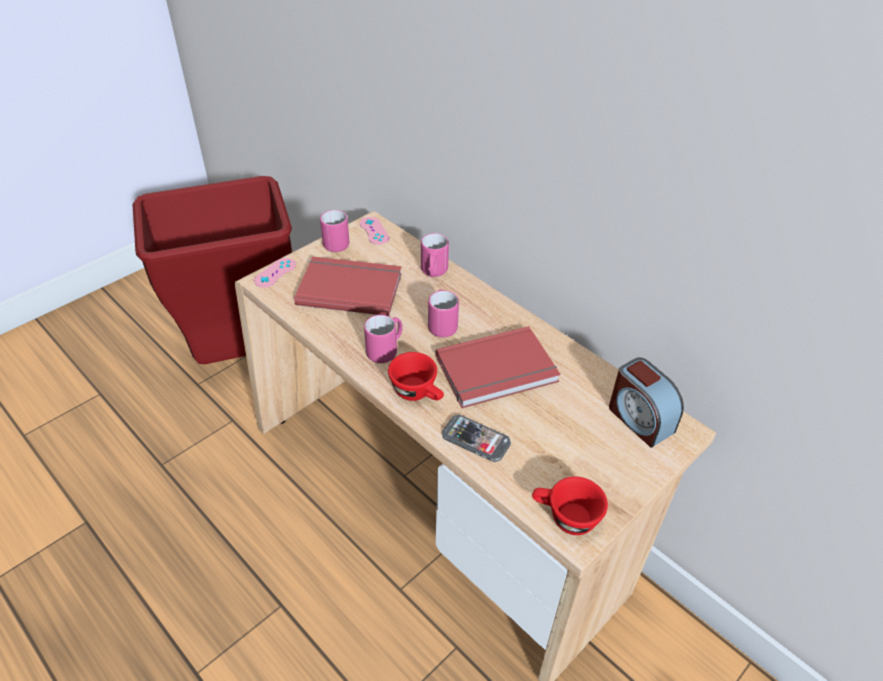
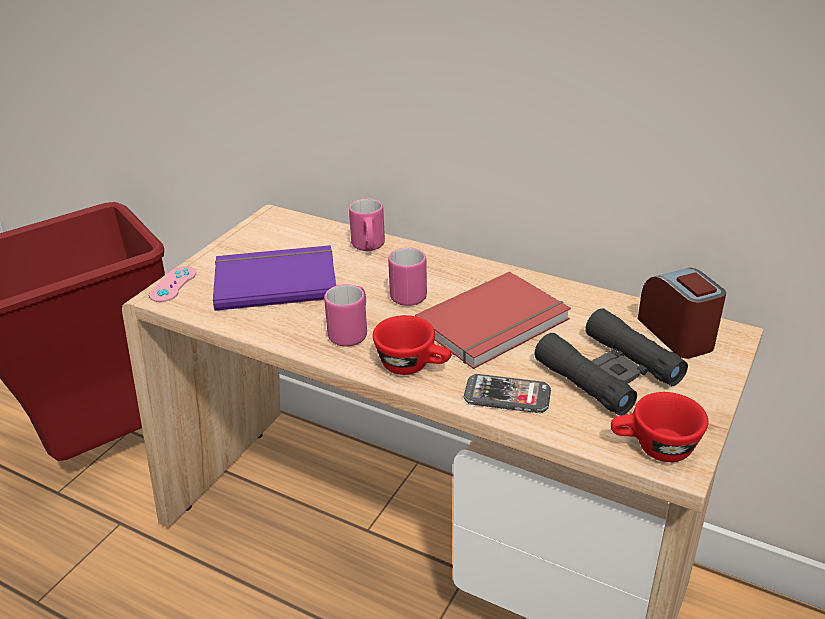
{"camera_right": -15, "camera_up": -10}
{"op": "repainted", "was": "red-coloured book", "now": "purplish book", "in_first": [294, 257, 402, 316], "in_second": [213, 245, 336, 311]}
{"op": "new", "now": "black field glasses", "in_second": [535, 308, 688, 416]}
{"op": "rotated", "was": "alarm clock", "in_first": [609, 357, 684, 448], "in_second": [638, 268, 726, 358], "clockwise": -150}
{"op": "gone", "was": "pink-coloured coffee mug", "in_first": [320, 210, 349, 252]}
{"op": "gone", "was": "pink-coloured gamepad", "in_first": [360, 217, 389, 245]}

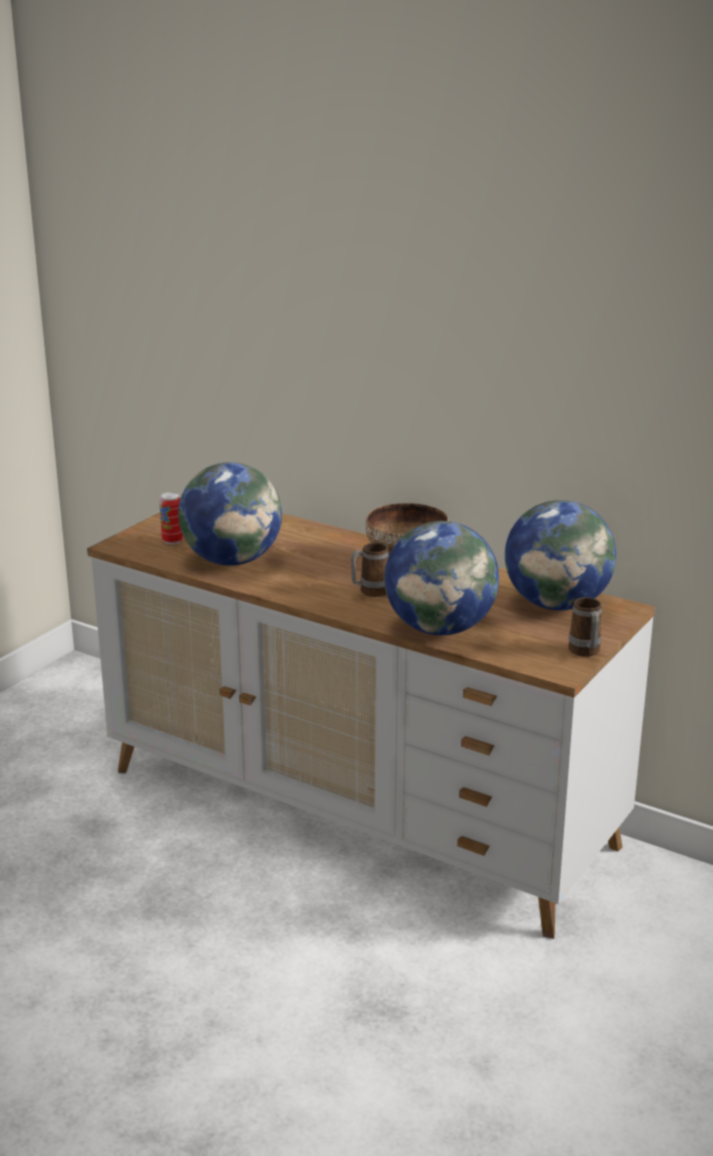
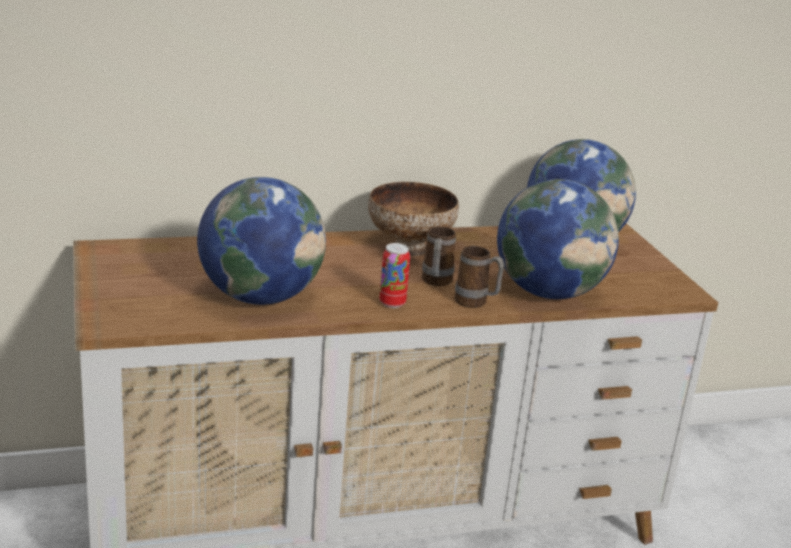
{"camera_right": -50, "camera_up": 0}
{"op": "shifted", "was": "metal can", "in_first": [160, 492, 183, 544], "in_second": [379, 243, 410, 308]}
{"op": "shifted", "was": "coffee mug", "in_first": [569, 597, 602, 657], "in_second": [454, 246, 504, 308]}

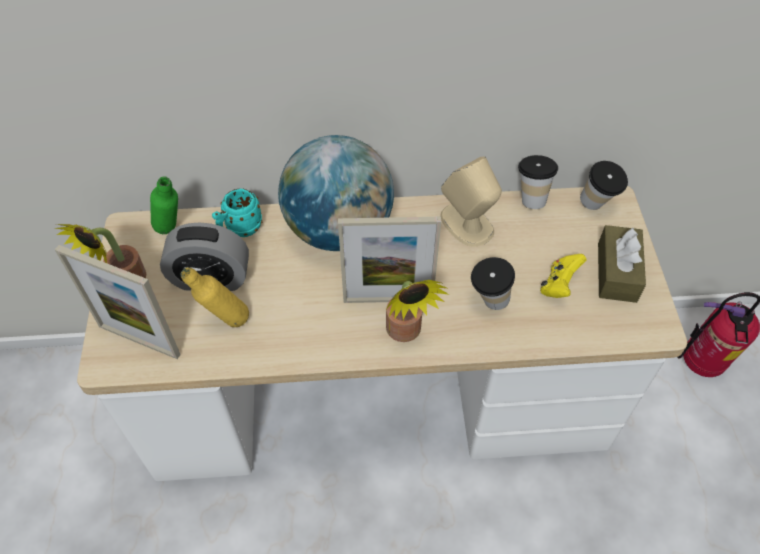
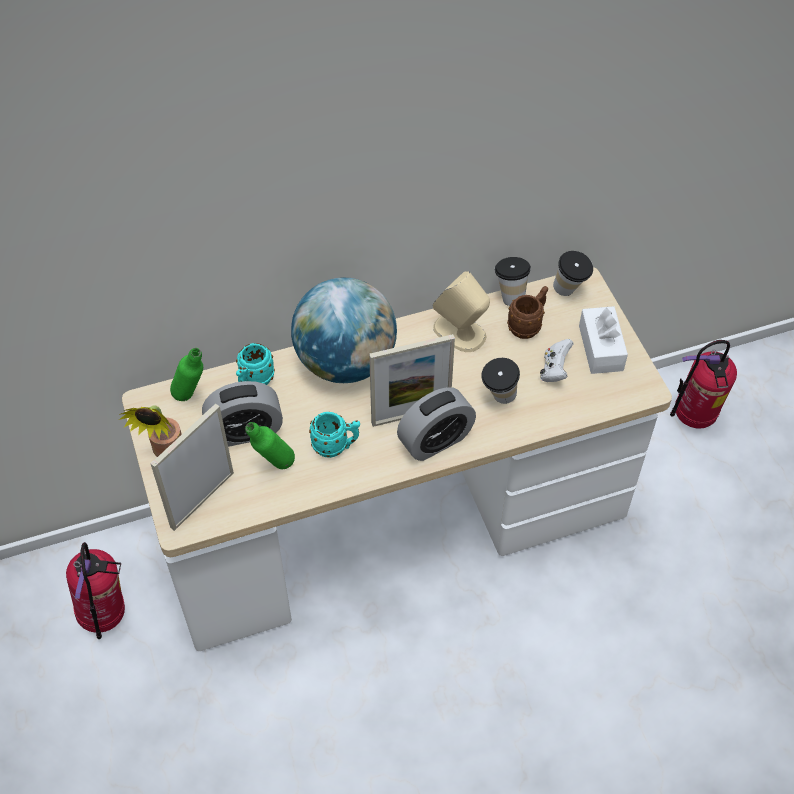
{"camera_right": -15, "camera_up": 0}
{"op": "new", "now": "fire extinguisher", "in_second": [66, 542, 125, 639]}
{"op": "rotated", "was": "standing frame", "in_first": [55, 245, 181, 359], "in_second": [150, 404, 234, 531], "clockwise": 120}
{"op": "repainted", "was": "yellow-coloured beverage bottle", "now": "green-coloured beverage bottle", "in_first": [181, 267, 249, 327], "in_second": [245, 422, 295, 469]}
{"op": "new", "now": "blue-green coffee mug", "in_second": [309, 412, 360, 458]}
{"op": "swapped", "was": "houseplant", "now": "alarm clock", "in_first": [386, 280, 449, 342], "in_second": [397, 387, 476, 461]}
{"op": "new", "now": "brown-coloured coffee mug", "in_second": [507, 286, 548, 339]}
{"op": "repainted", "was": "yellow-coloured gamepad", "now": "white gamepad", "in_first": [540, 254, 586, 298], "in_second": [540, 339, 574, 382]}
{"op": "repainted", "was": "brown-coloured box of tissues", "now": "white box of tissues", "in_first": [598, 225, 646, 303], "in_second": [579, 306, 628, 374]}

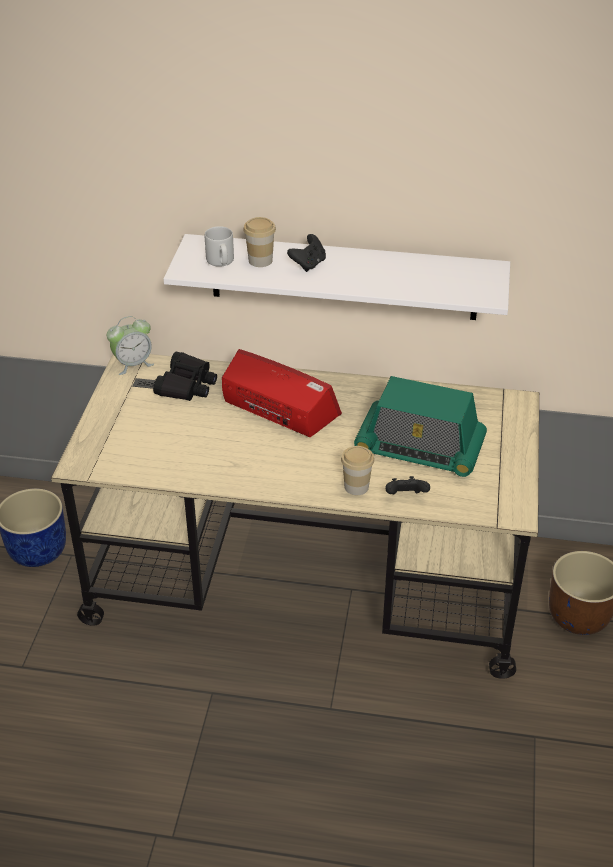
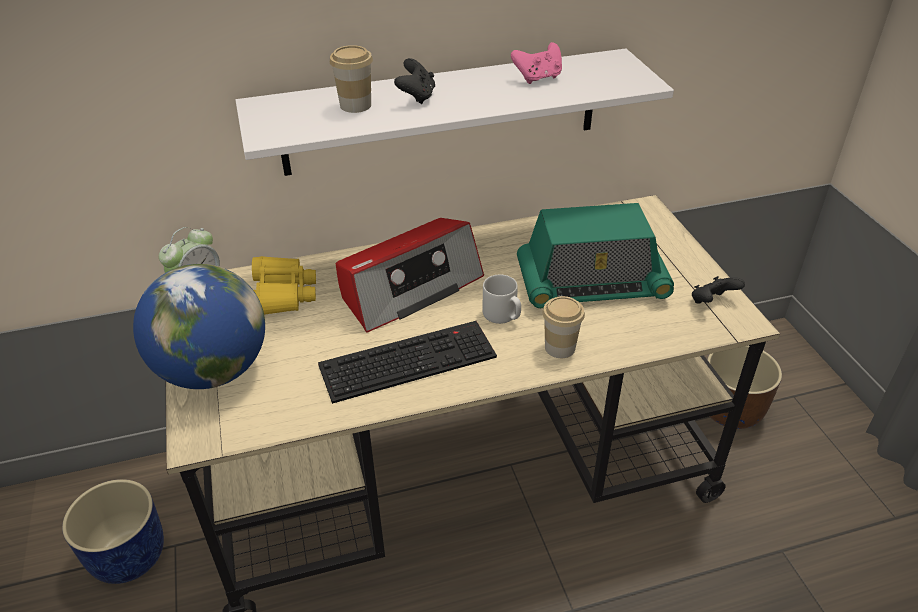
{"camera_right": -25, "camera_up": 0}
{"op": "new", "now": "globe", "in_second": [133, 264, 265, 389]}
{"op": "repainted", "was": "black field glasses", "now": "yellow-coloured field glasses", "in_first": [153, 351, 217, 401], "in_second": [252, 256, 316, 315]}
{"op": "new", "now": "computer keyboard", "in_second": [318, 321, 497, 404]}
{"op": "rotated", "was": "radio set", "in_first": [222, 349, 342, 437], "in_second": [336, 218, 484, 332], "clockwise": 135}
{"op": "shifted", "was": "greyish coffee mug", "in_first": [205, 226, 234, 267], "in_second": [483, 274, 521, 324]}
{"op": "new", "now": "pink-coloured gamepad", "in_second": [511, 42, 562, 84]}
{"op": "shifted", "was": "black gamepad", "in_first": [385, 476, 430, 494], "in_second": [692, 276, 745, 304]}

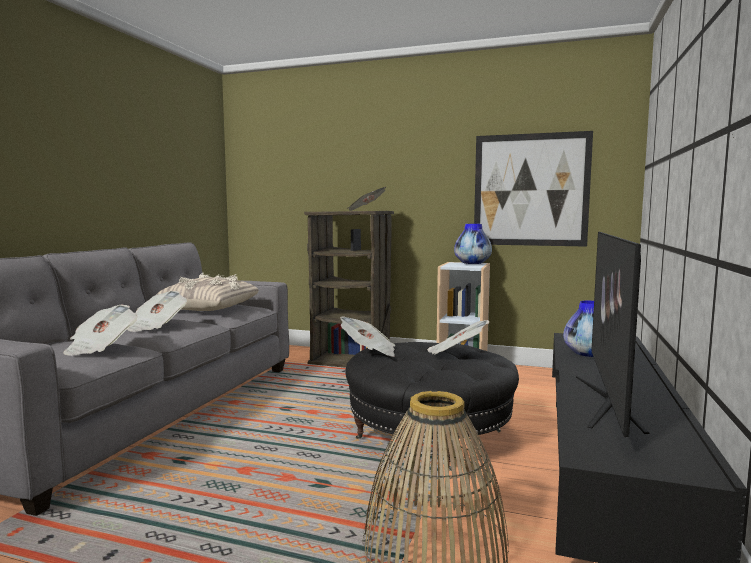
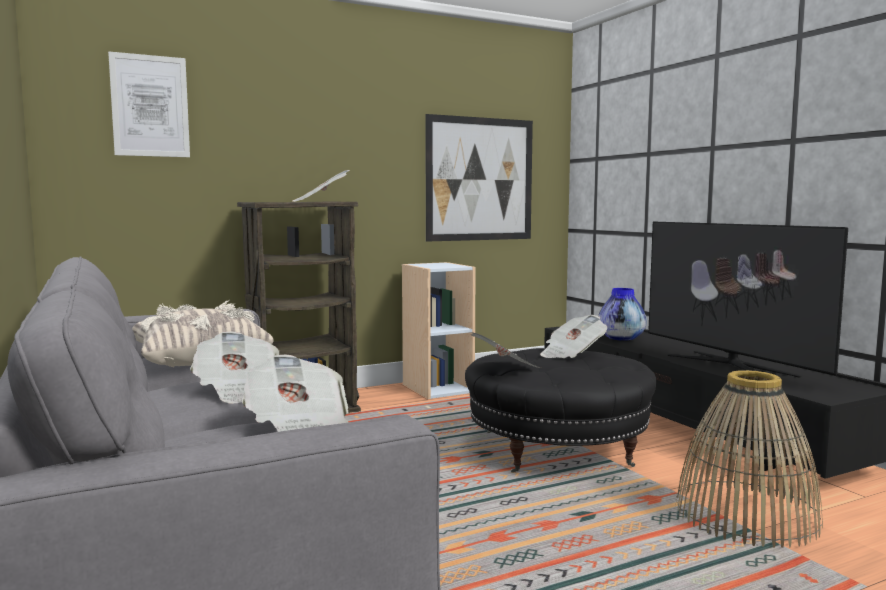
{"camera_right": -45, "camera_up": 0}
{"op": "new", "now": "wall art", "in_second": [108, 51, 190, 157]}
{"op": "gone", "was": "vase", "in_first": [454, 224, 492, 264]}

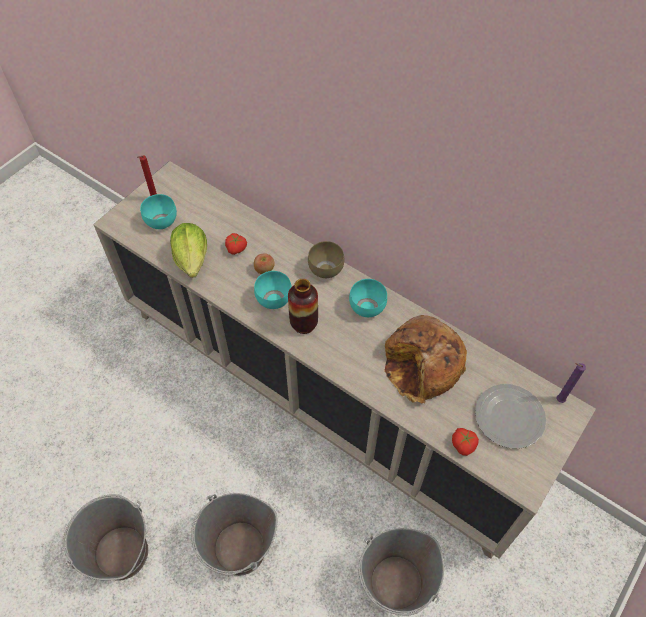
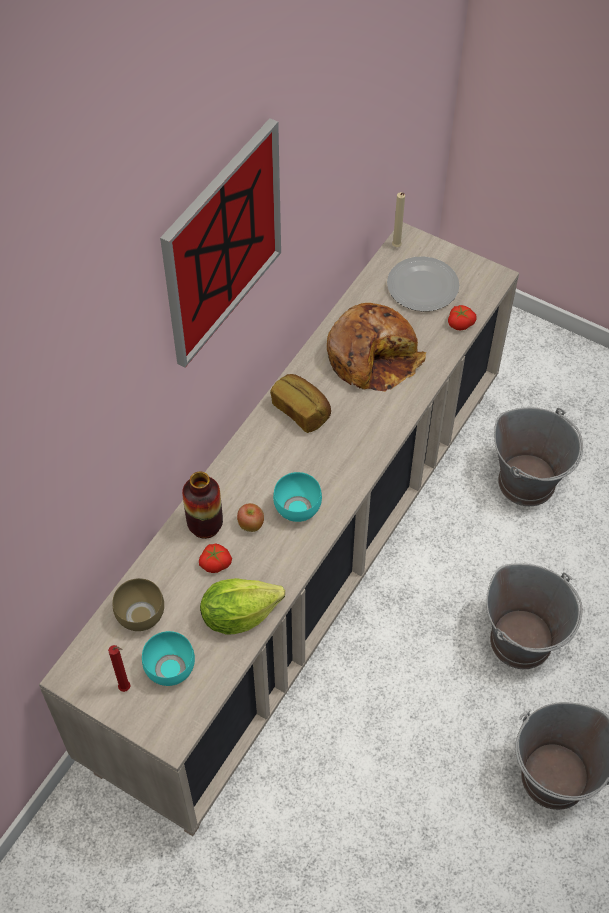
{"camera_right": -95, "camera_up": 0}
{"op": "shifted", "was": "brown-coloured serving bowl", "in_first": [308, 241, 344, 278], "in_second": [112, 578, 164, 631]}
{"op": "new", "now": "wall art", "in_second": [160, 118, 281, 367]}
{"op": "shifted", "was": "vase", "in_first": [288, 279, 318, 334], "in_second": [182, 472, 223, 539]}
{"op": "swapped", "was": "blue-green serving bowl", "now": "bread", "in_first": [349, 279, 387, 317], "in_second": [270, 374, 331, 433]}
{"op": "repainted", "was": "purplish candle", "now": "beige-coloured candle", "in_first": [557, 363, 586, 403], "in_second": [392, 192, 405, 247]}

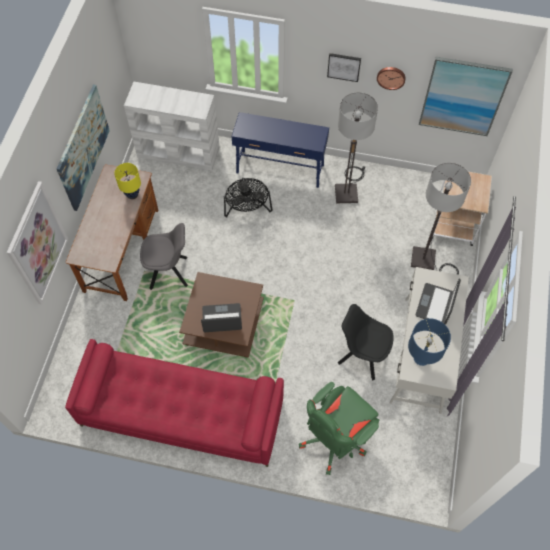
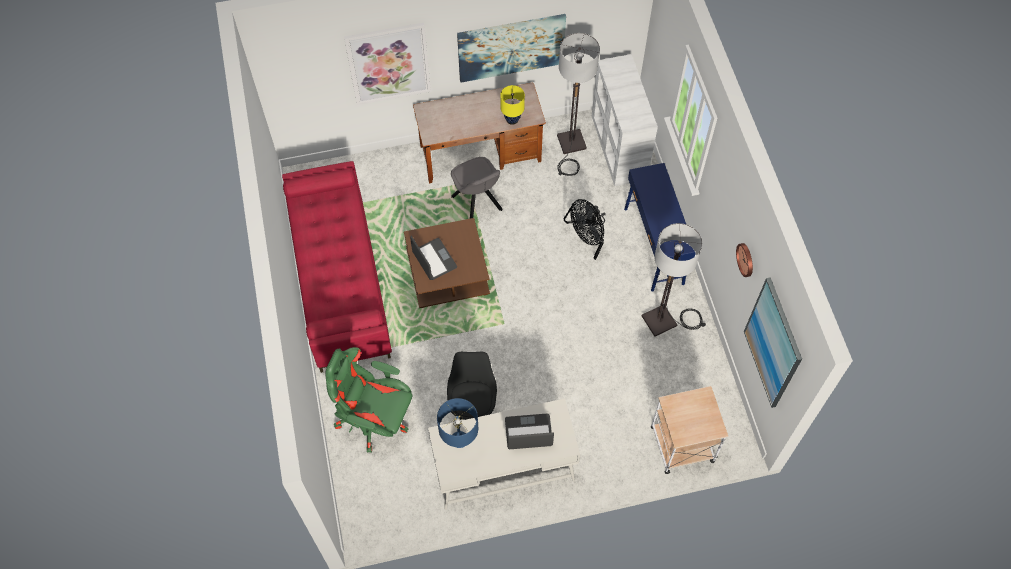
{"camera_right": 65, "camera_up": 0}
{"op": "shifted", "was": "standing lamp", "in_first": [411, 163, 471, 275], "in_second": [557, 33, 600, 176]}
{"op": "gone", "was": "wall art", "in_first": [327, 53, 361, 82]}

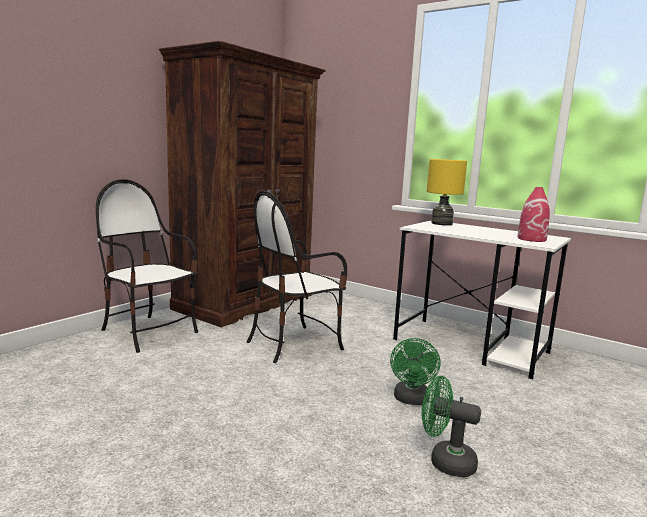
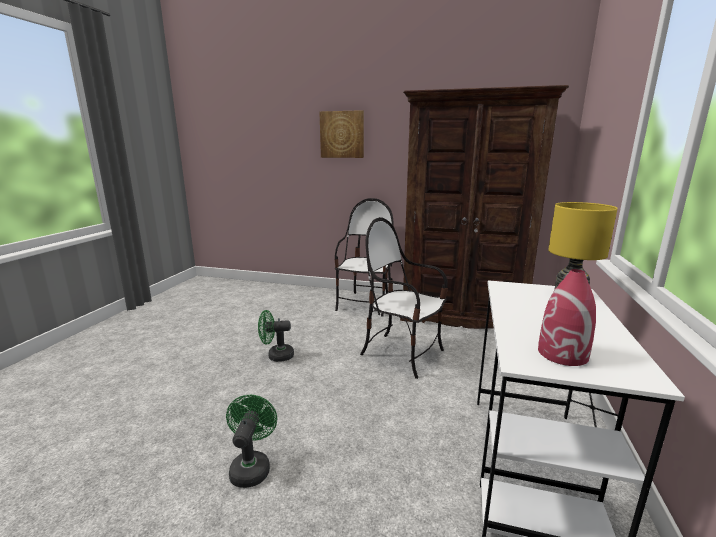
{"camera_right": 70, "camera_up": 5}
{"op": "shifted", "was": "green-coloured cooling fan", "in_first": [390, 338, 440, 405], "in_second": [258, 310, 294, 362]}
{"op": "new", "now": "wall art", "in_second": [319, 110, 364, 158]}

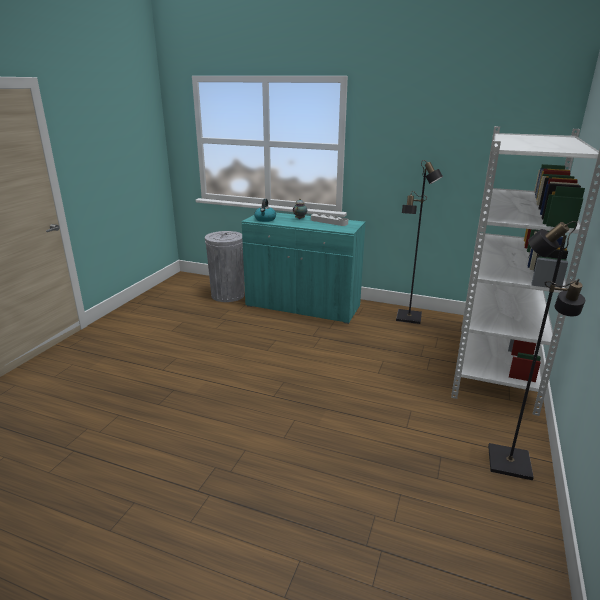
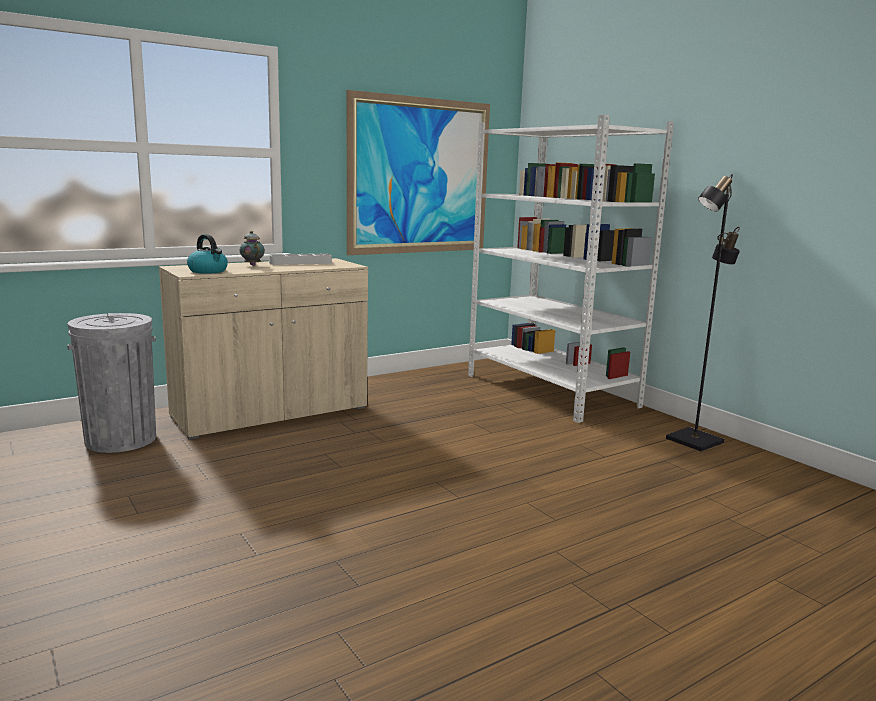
{"camera_right": -55, "camera_up": -10}
{"op": "repainted", "was": "blue-green storage cabinet", "now": "beige-coloured storage cabinet", "in_first": [242, 213, 366, 324], "in_second": [159, 258, 368, 440]}
{"op": "new", "now": "wall art", "in_second": [347, 90, 490, 255]}
{"op": "gone", "was": "black standing lamp", "in_first": [396, 160, 443, 324]}

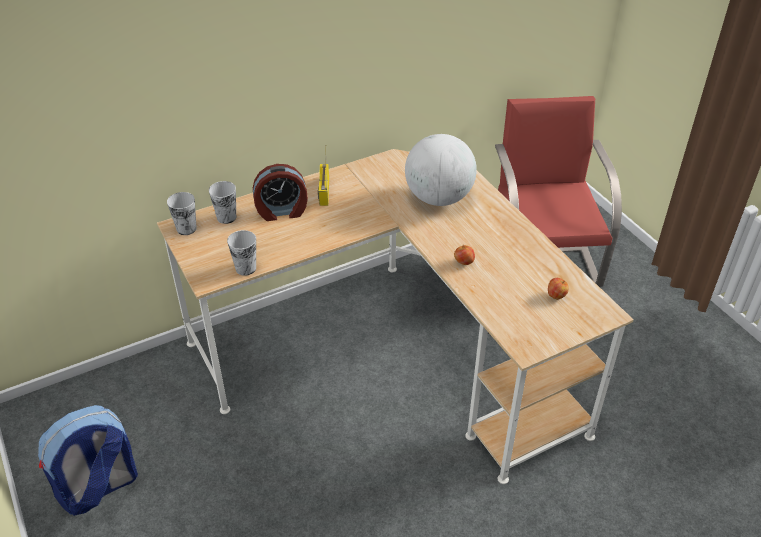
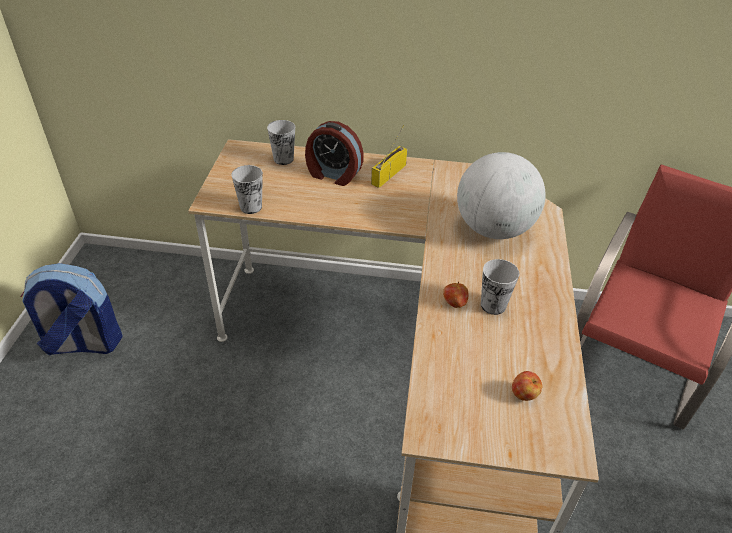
{"camera_right": 35, "camera_up": 0}
{"op": "shifted", "was": "small cup", "in_first": [167, 192, 197, 235], "in_second": [481, 259, 519, 315]}

